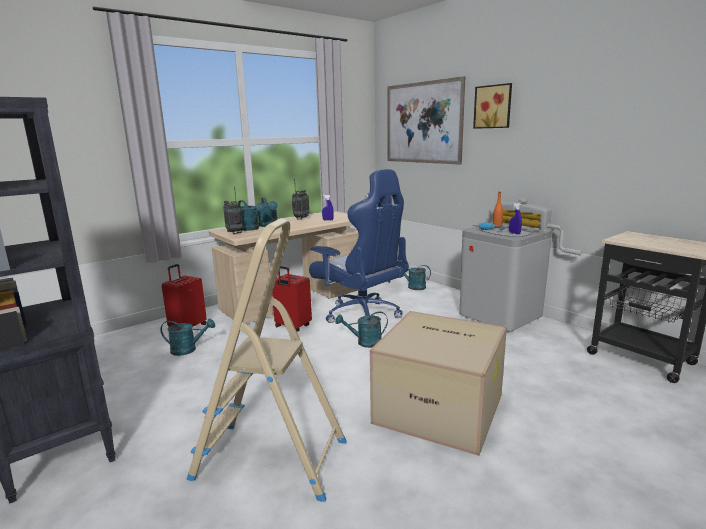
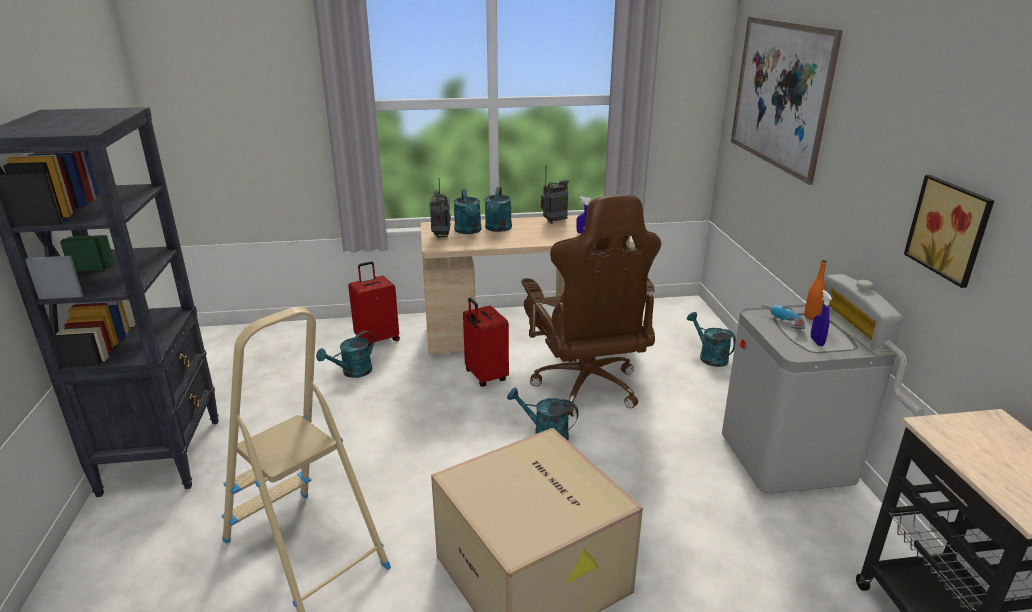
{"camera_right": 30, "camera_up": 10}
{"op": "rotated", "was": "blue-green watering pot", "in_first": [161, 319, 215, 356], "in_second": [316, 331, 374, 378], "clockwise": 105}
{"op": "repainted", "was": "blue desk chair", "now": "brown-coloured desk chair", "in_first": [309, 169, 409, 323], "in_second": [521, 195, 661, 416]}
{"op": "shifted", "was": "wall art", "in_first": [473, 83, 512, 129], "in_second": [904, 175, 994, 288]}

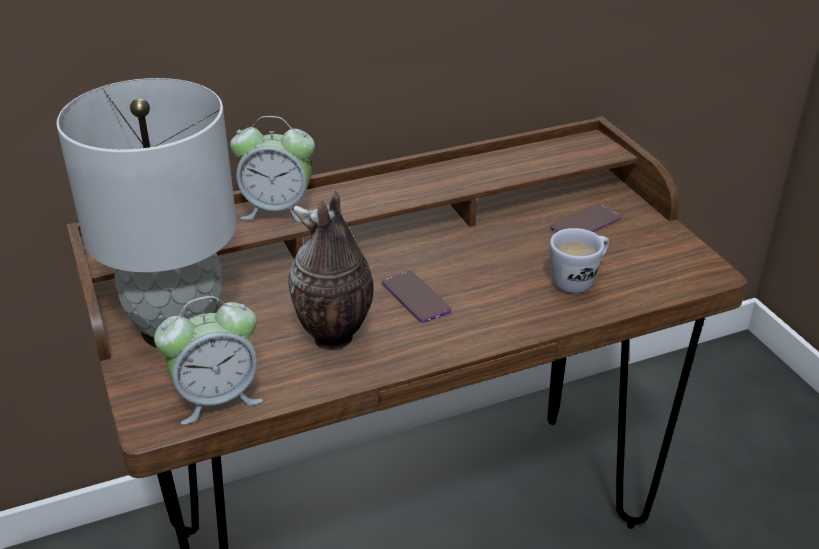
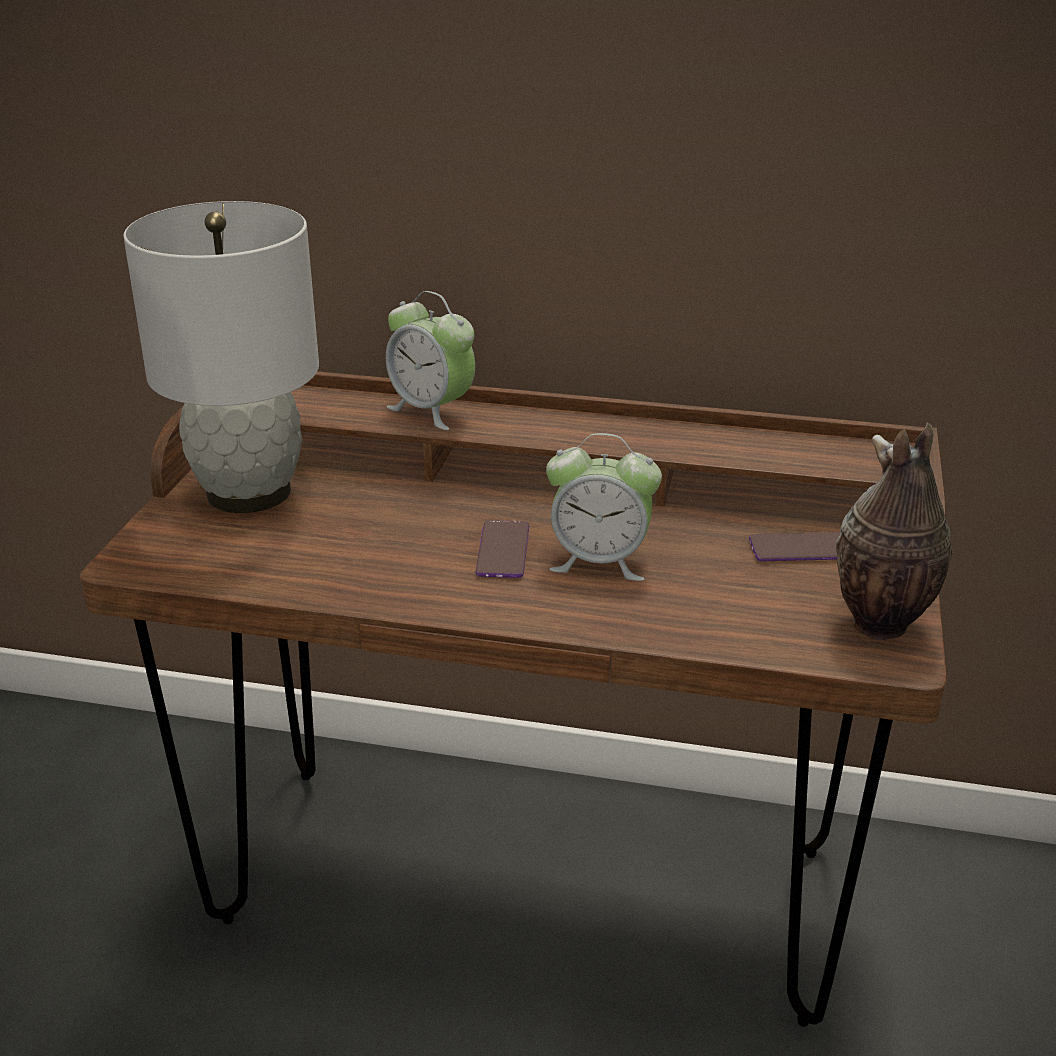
{"camera_right": 35, "camera_up": -5}
{"op": "shifted", "was": "alarm clock", "in_first": [154, 296, 263, 425], "in_second": [546, 433, 662, 581]}
{"op": "shifted", "was": "vase", "in_first": [288, 190, 374, 350], "in_second": [836, 423, 952, 640]}
{"op": "gone", "was": "white coffee mug", "in_first": [550, 228, 609, 294]}

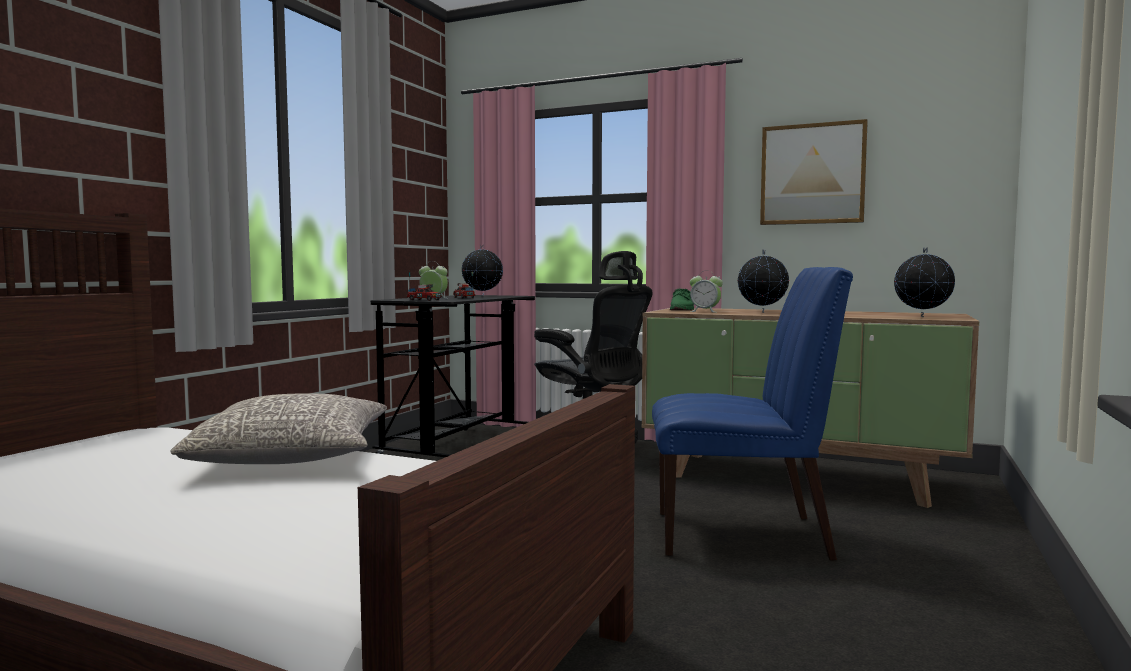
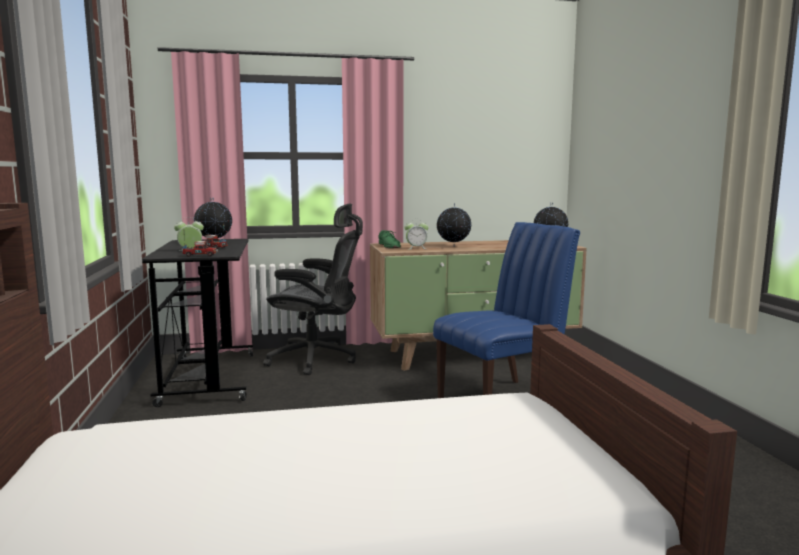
{"camera_right": -35, "camera_up": 5}
{"op": "gone", "was": "greyish cushion", "in_first": [171, 394, 387, 464]}
{"op": "gone", "was": "wall art", "in_first": [760, 119, 868, 225]}

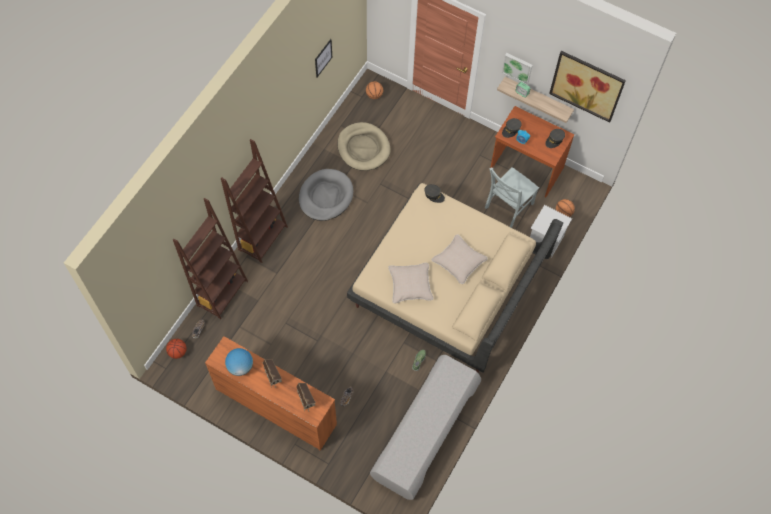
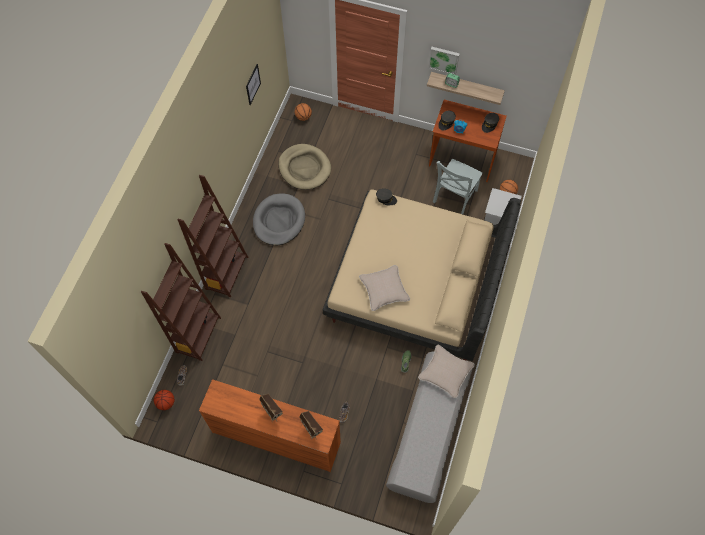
{"camera_right": -10, "camera_up": 0}
{"op": "shifted", "was": "beige-coloured cushion", "in_first": [432, 234, 488, 284], "in_second": [418, 345, 475, 398]}
{"op": "gone", "was": "globe", "in_first": [225, 348, 253, 376]}
{"op": "gone", "was": "wall art", "in_first": [549, 51, 626, 123]}

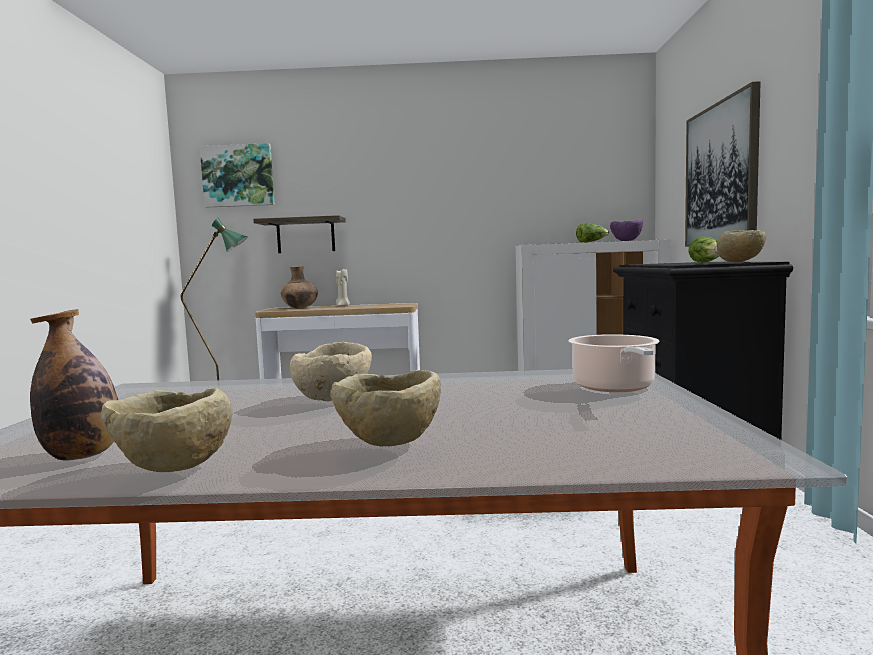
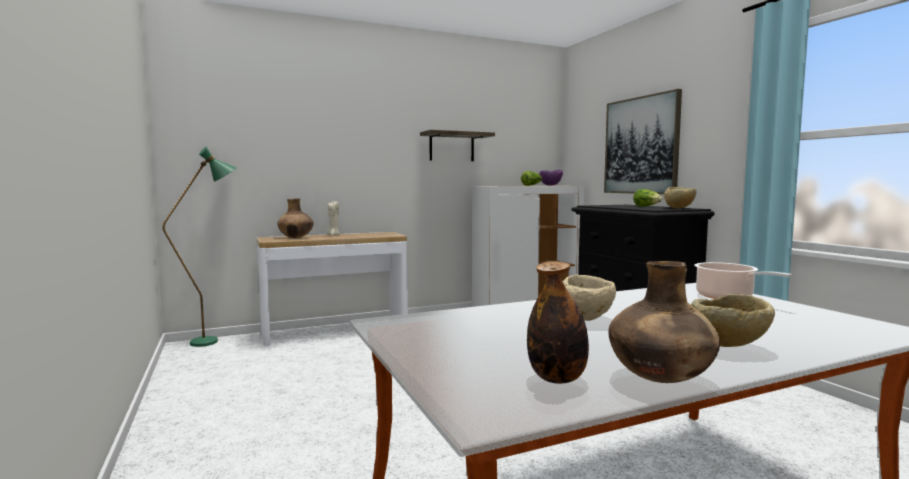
{"camera_right": -25, "camera_up": 0}
{"op": "shifted", "was": "shelf", "in_first": [253, 215, 346, 253], "in_second": [420, 130, 495, 161]}
{"op": "swapped", "was": "beige-coloured serving bowl", "now": "brown-coloured vase", "in_first": [101, 388, 232, 472], "in_second": [609, 261, 720, 383]}
{"op": "gone", "was": "wall art", "in_first": [200, 143, 275, 207]}

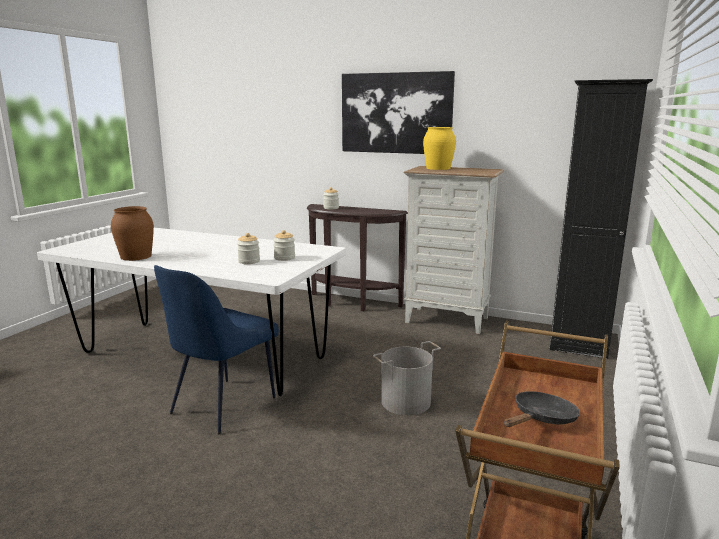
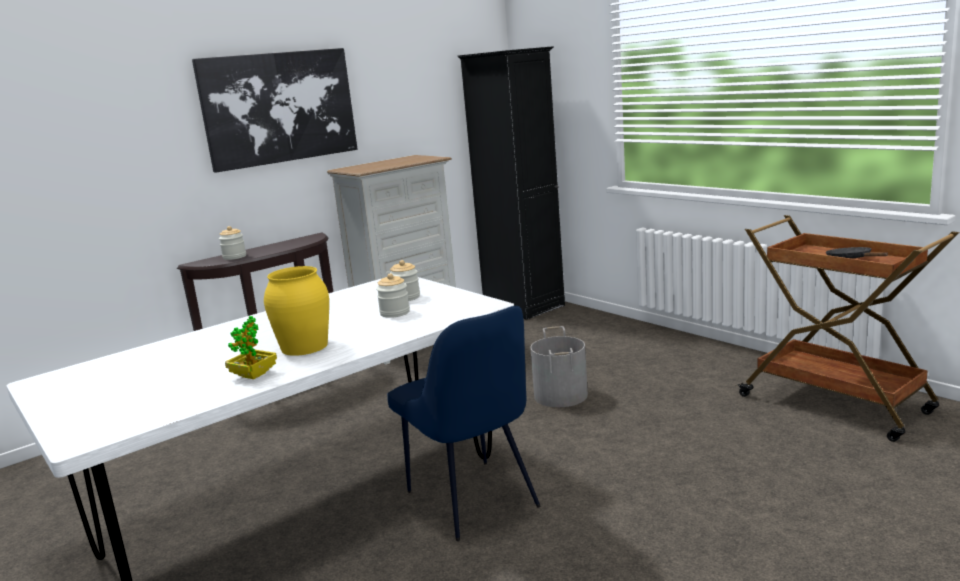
{"camera_right": -60, "camera_up": 0}
{"op": "swapped", "was": "brown-coloured vase", "now": "houseplant", "in_first": [111, 206, 154, 261], "in_second": [225, 316, 277, 379]}
{"op": "shifted", "was": "yellow-coloured vase", "in_first": [423, 127, 456, 170], "in_second": [264, 266, 329, 356]}

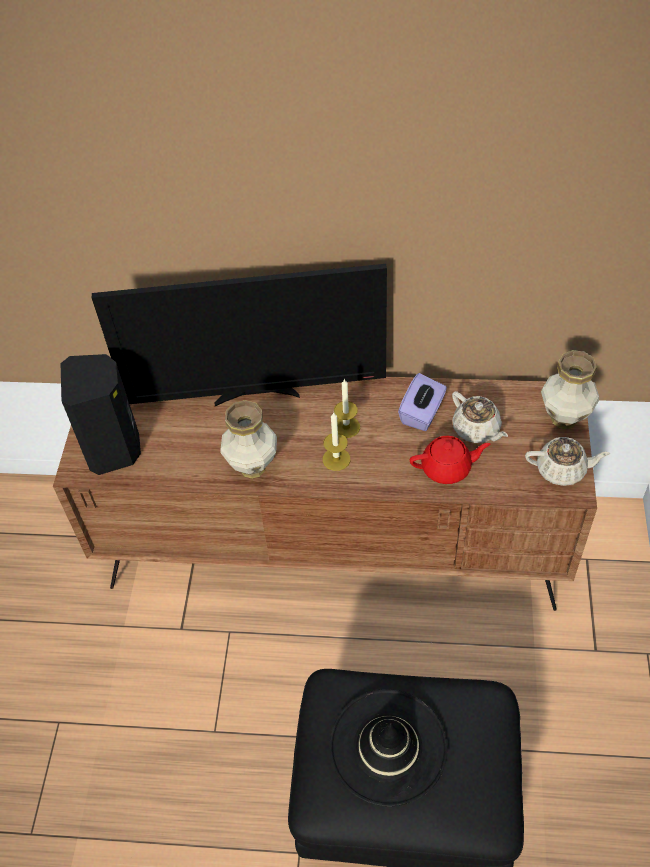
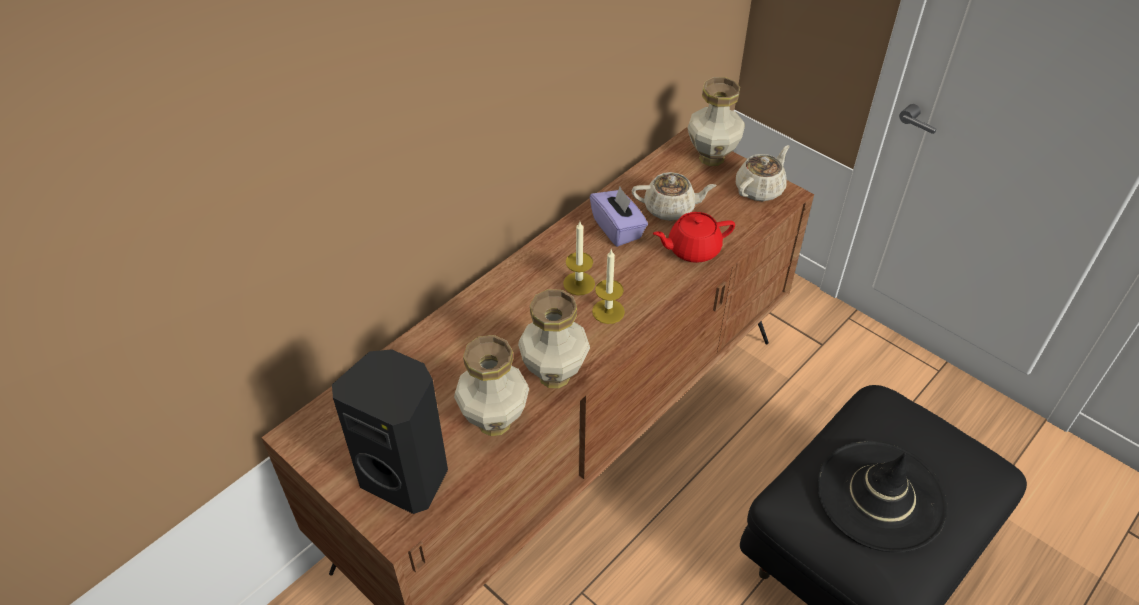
{"camera_right": -55, "camera_up": -5}
{"op": "new", "now": "vase", "in_second": [454, 335, 529, 436]}
{"op": "rotated", "was": "red-coloured pot for tea", "in_first": [410, 436, 490, 484], "in_second": [653, 212, 735, 263], "clockwise": -135}
{"op": "gone", "was": "TV", "in_first": [92, 264, 387, 406]}

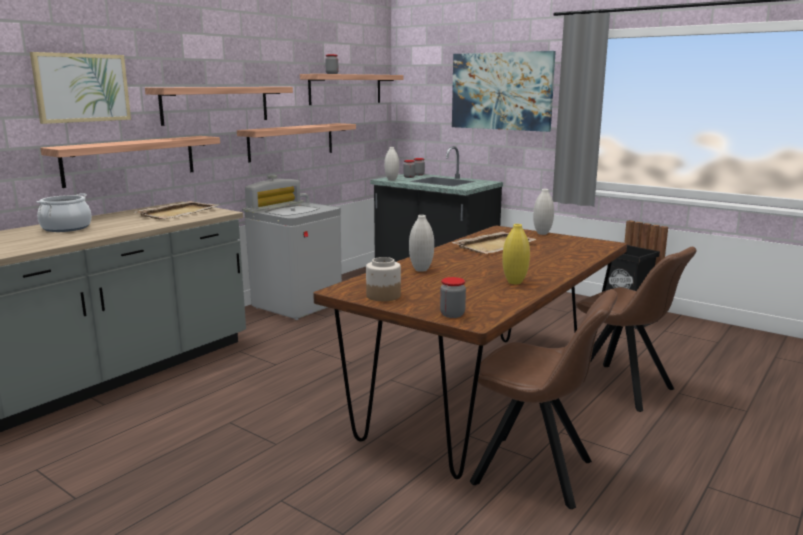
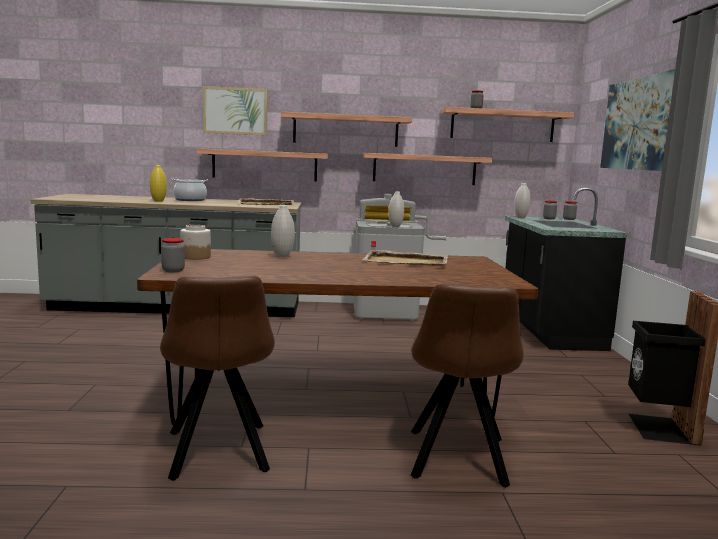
{"camera_right": 50, "camera_up": -5}
{"op": "shifted", "was": "yellow-coloured vase", "in_first": [502, 224, 530, 284], "in_second": [150, 165, 167, 202]}
{"op": "shifted", "was": "white vase", "in_first": [533, 189, 554, 235], "in_second": [389, 192, 404, 227]}

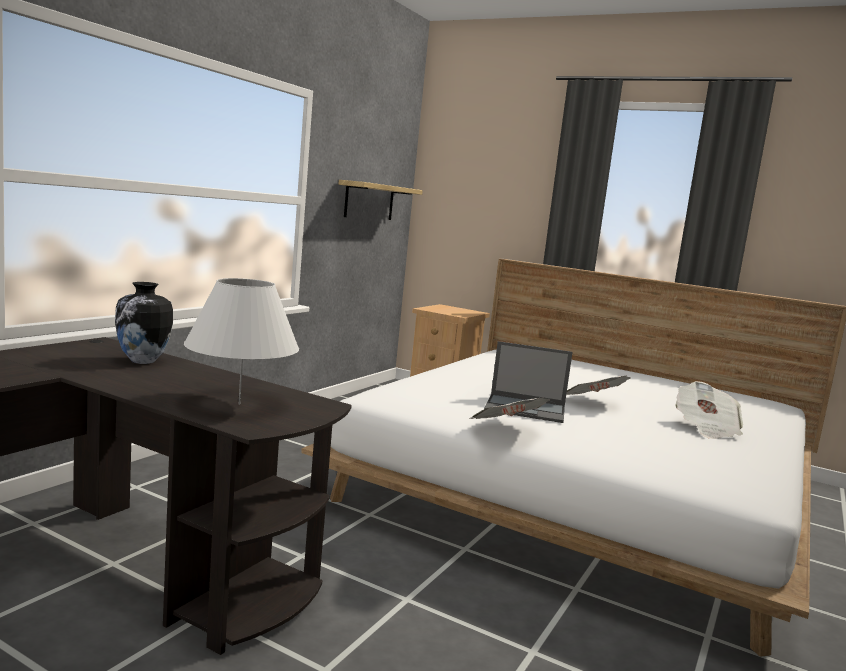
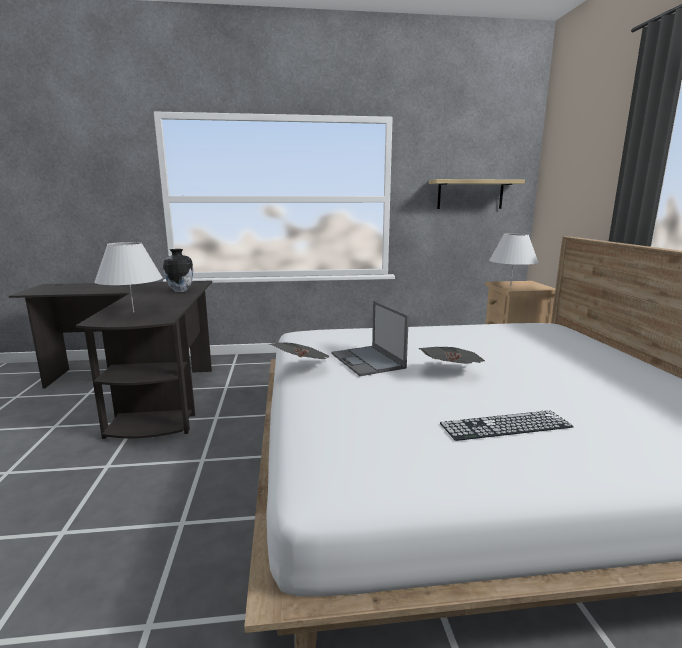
{"camera_right": 55, "camera_up": 5}
{"op": "swapped", "was": "newspaper", "now": "computer keyboard", "in_first": [675, 381, 743, 439], "in_second": [440, 410, 574, 441]}
{"op": "new", "now": "white lamp for a table", "in_second": [489, 233, 539, 287]}

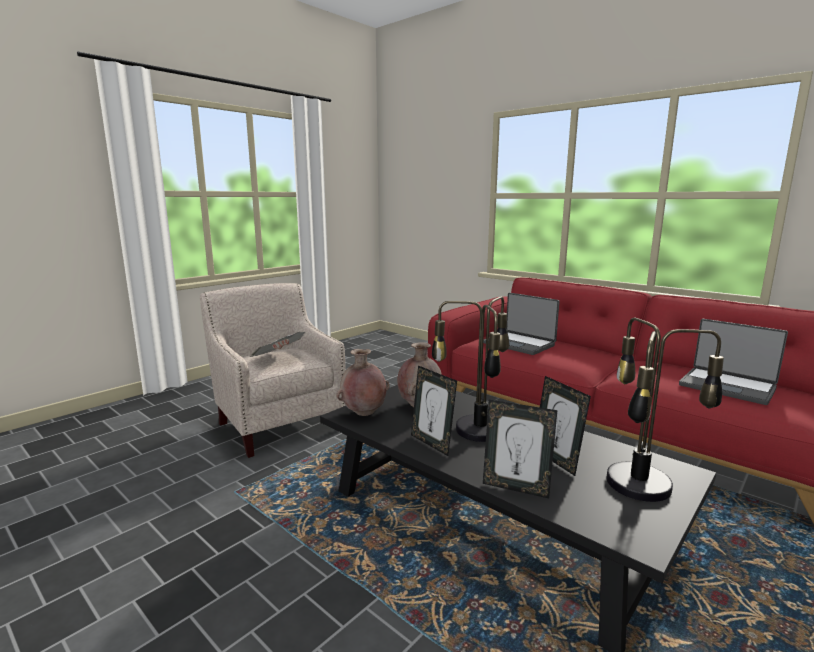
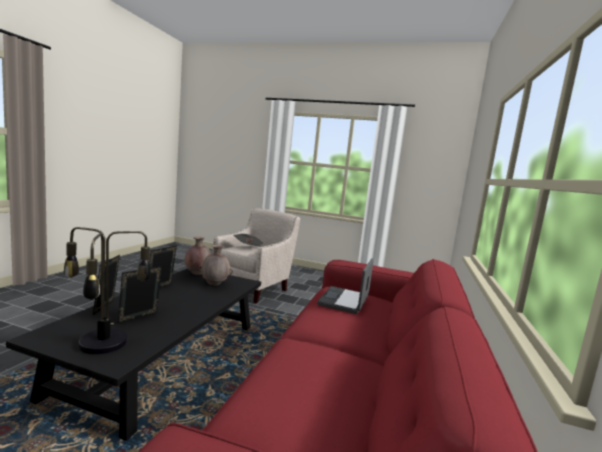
{"camera_right": 65, "camera_up": -5}
{"op": "gone", "was": "lamp for a table", "in_first": [432, 296, 509, 442]}
{"op": "gone", "was": "notebook computer", "in_first": [679, 319, 788, 405]}

